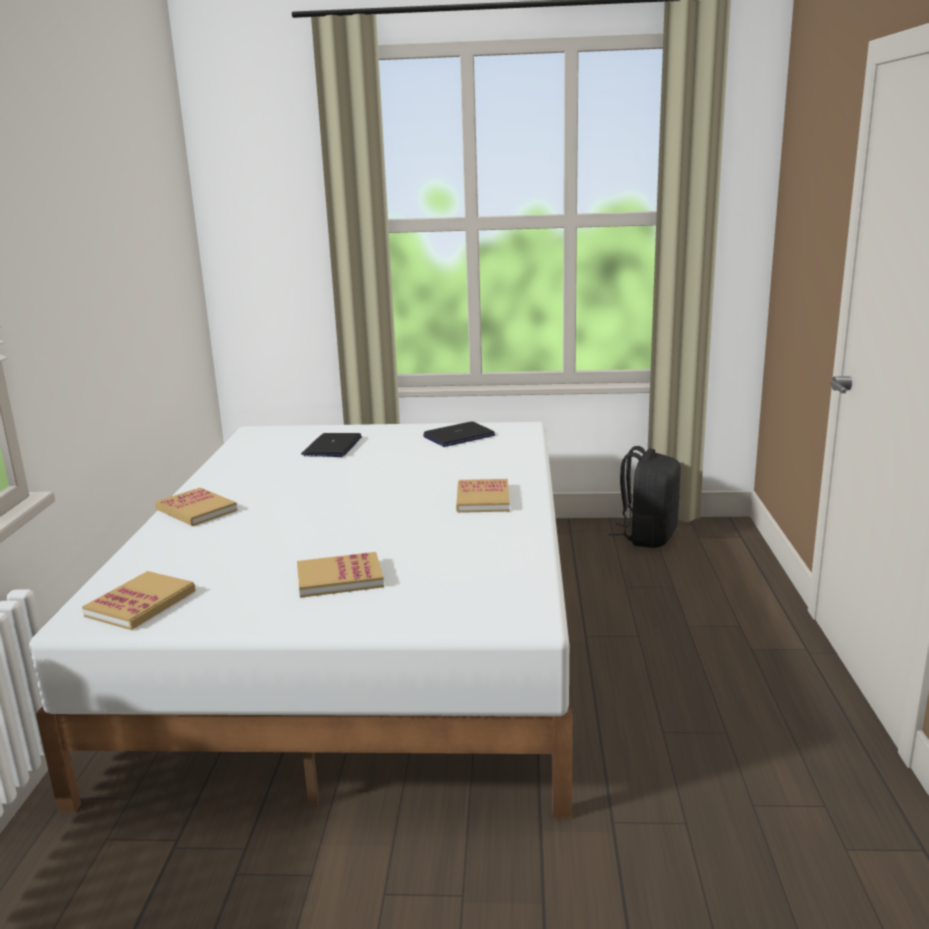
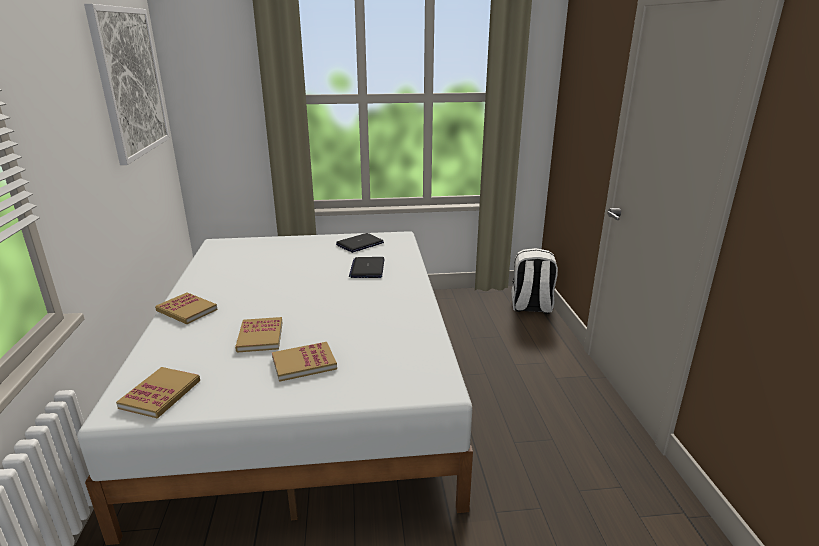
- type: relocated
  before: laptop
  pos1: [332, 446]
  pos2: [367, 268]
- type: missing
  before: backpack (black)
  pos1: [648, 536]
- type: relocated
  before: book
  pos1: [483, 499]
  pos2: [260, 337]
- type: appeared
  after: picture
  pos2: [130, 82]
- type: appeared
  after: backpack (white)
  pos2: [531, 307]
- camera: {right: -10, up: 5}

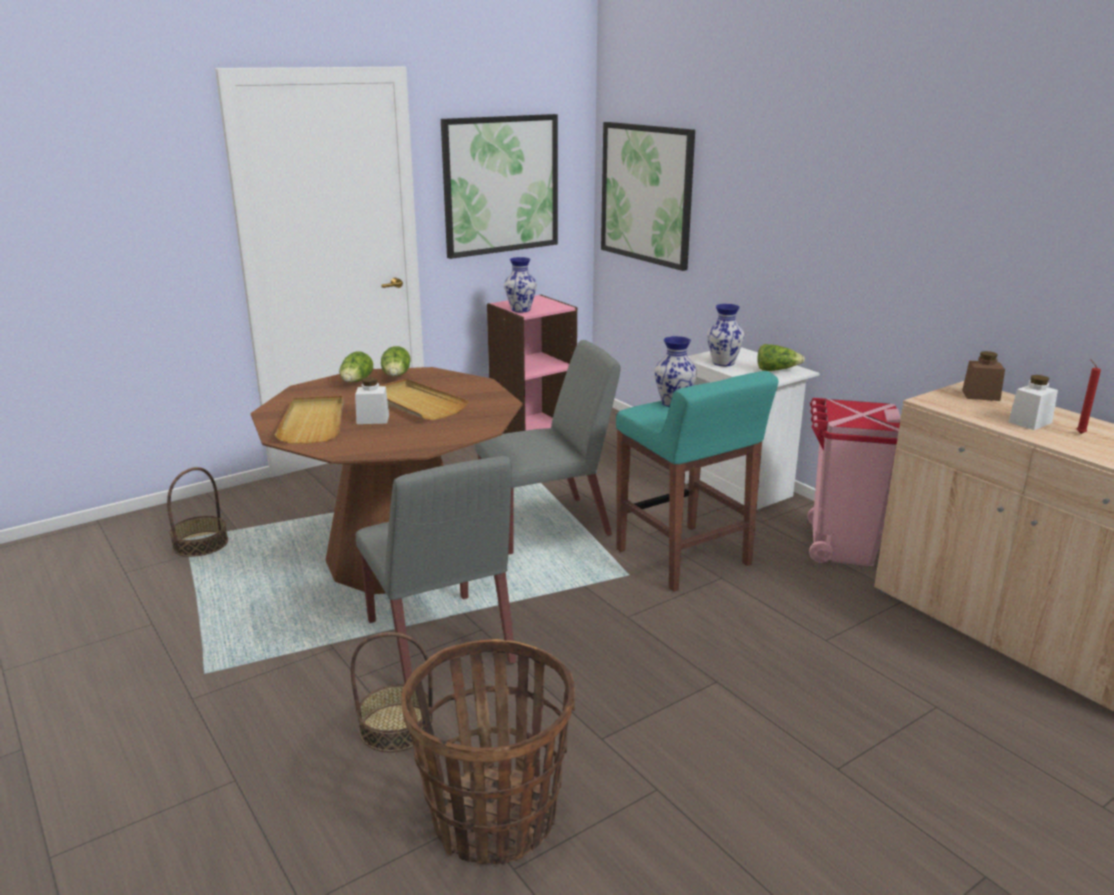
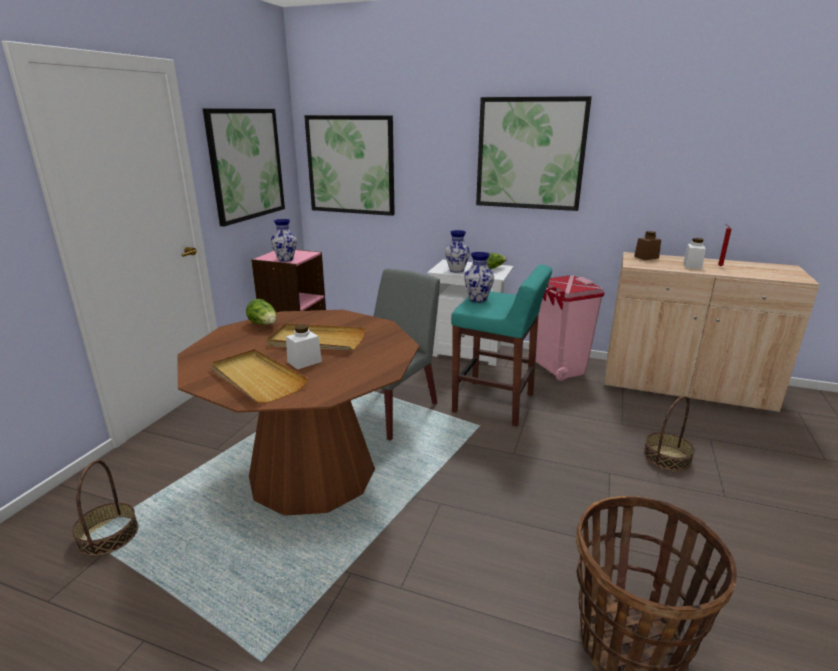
- type: missing
  before: lettuce
  pos1: [356, 382]
- type: missing
  before: chair (grey)
  pos1: [440, 643]
- type: relocated
  before: basket
  pos1: [396, 727]
  pos2: [667, 457]
- type: appeared
  after: picture
  pos2: [530, 154]
- camera: {right: -35, up: 0}

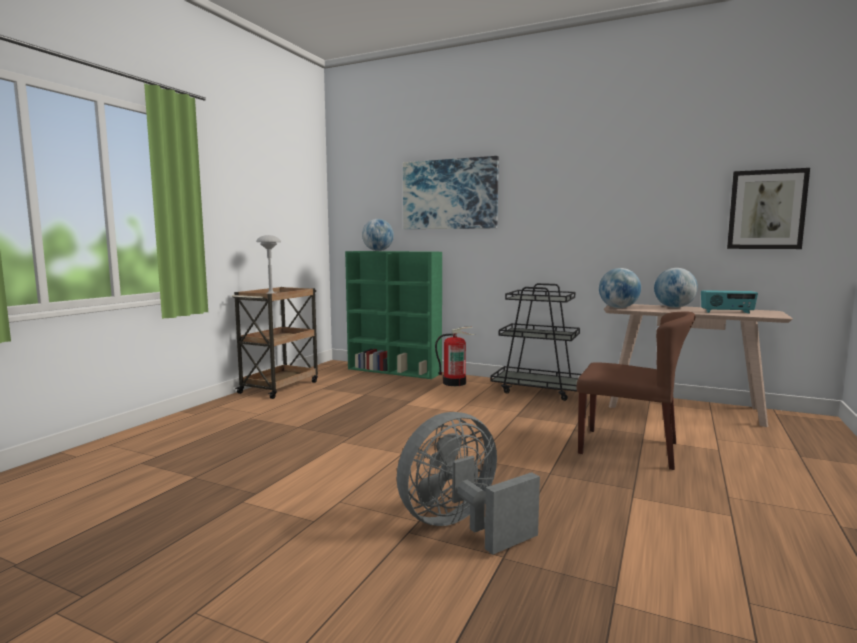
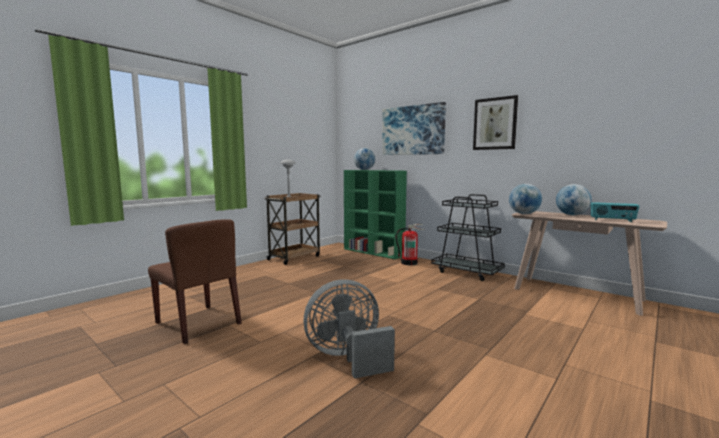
- type: relocated
  before: picture
  pos1: [766, 209]
  pos2: [495, 124]
- type: relocated
  before: chair (brown)
  pos1: [629, 448]
  pos2: [198, 323]
- camera: {right: 15, up: 0}

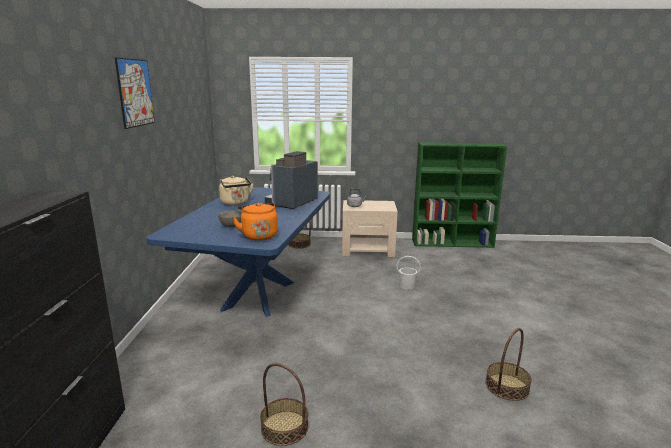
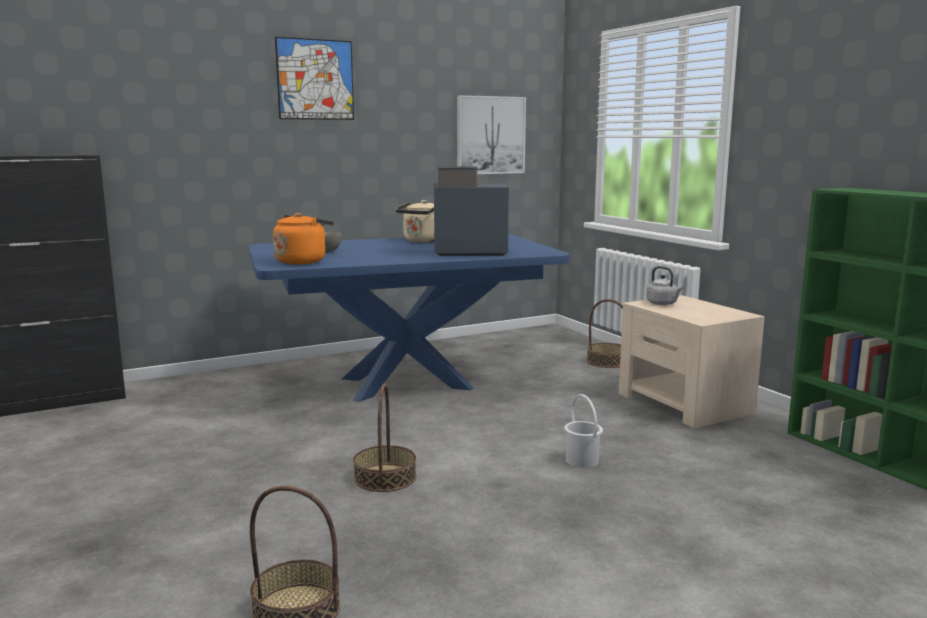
- type: relocated
  before: basket
  pos1: [284, 427]
  pos2: [385, 477]
- type: appeared
  after: picture
  pos2: [490, 135]
- camera: {right: 60, up: -5}

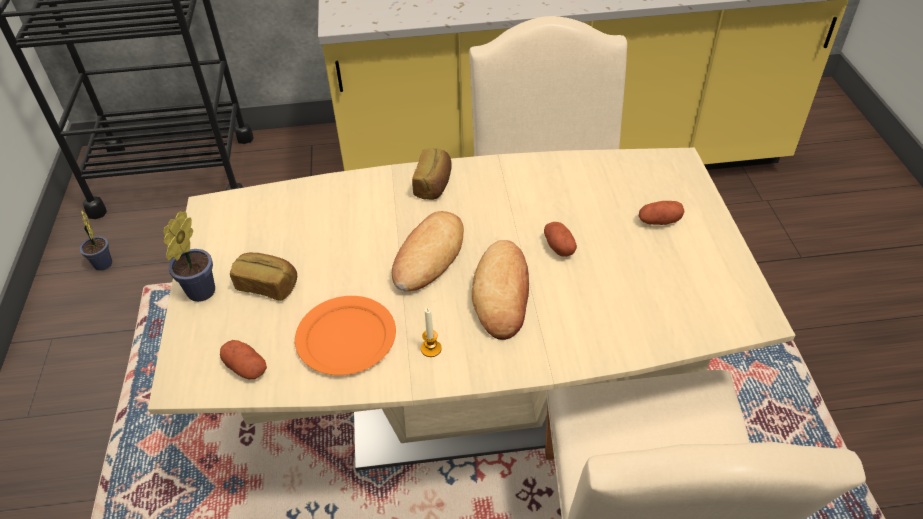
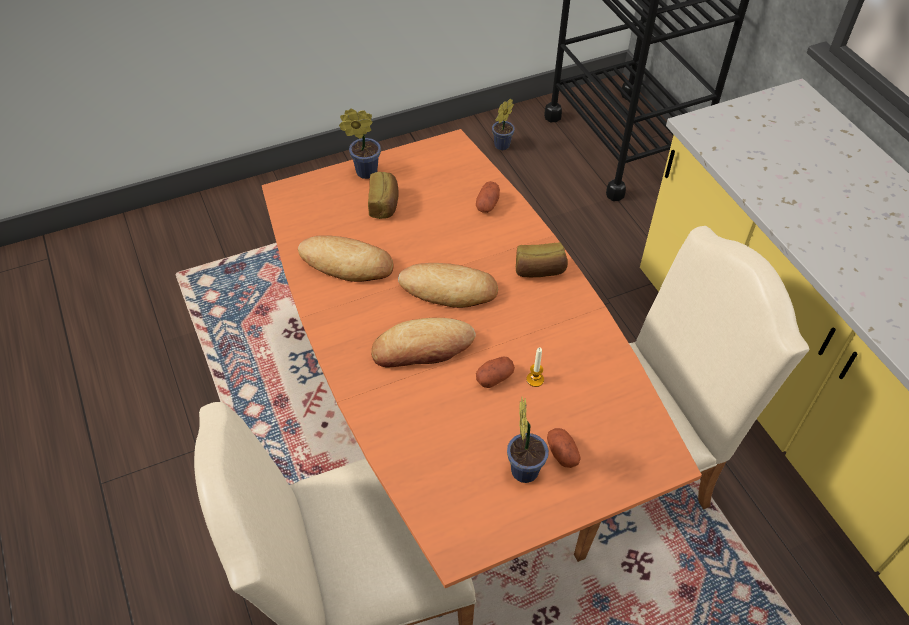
- type: colour
  before: dining table (beige)
  after: dining table (orange)
  pos1: [467, 408]
  pos2: [452, 437]
- type: exchanged
  before: plate (orange)
  after: bread
  pos1: [345, 338]
  pos2: [346, 263]
- type: relocated
  before: candle
  pos1: [431, 349]
  pos2: [535, 379]
- type: relocated
  before: potato
  pos1: [246, 367]
  pos2: [487, 204]
- type: appeared
  after: potted plant
  pos2: [524, 467]
- camera: {right: 70, up: 5}

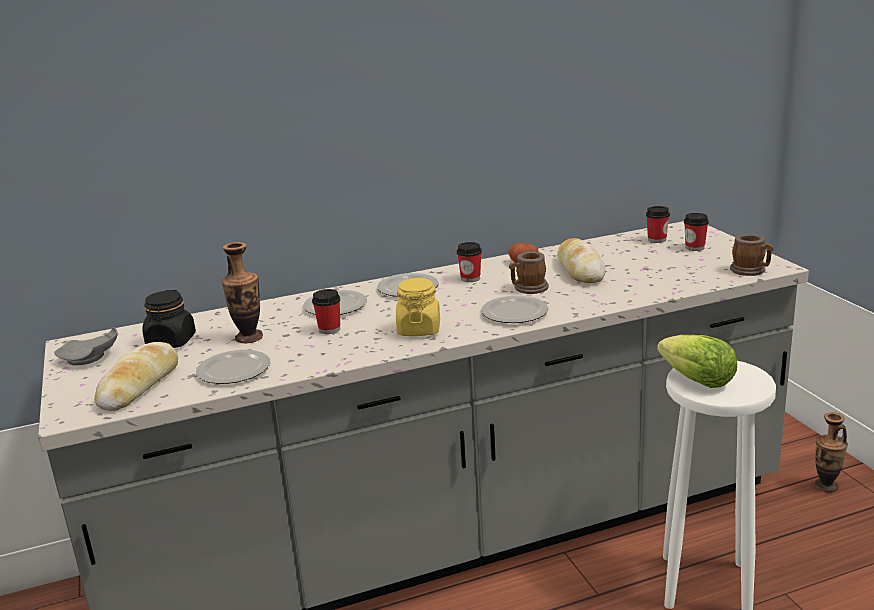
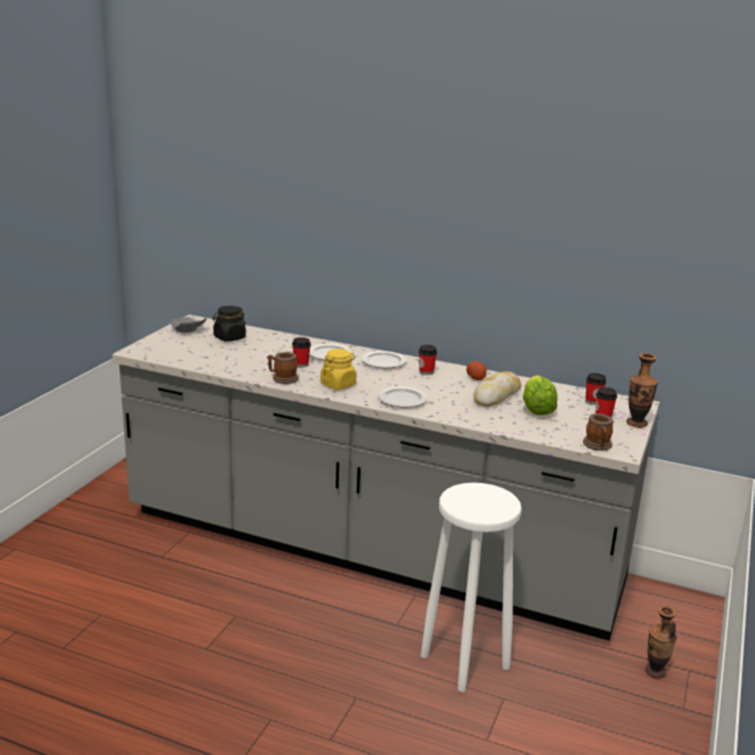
- type: relocated
  before: vase
  pos1: [249, 338]
  pos2: [636, 423]
- type: relocated
  before: mug
  pos1: [528, 289]
  pos2: [282, 379]
- type: relocated
  before: lettuce
  pos1: [697, 381]
  pos2: [536, 409]
- type: missing
  before: bread
  pos1: [139, 385]
- type: missing
  before: plate
  pos1: [235, 370]
- camera: {right: 40, up: 0}

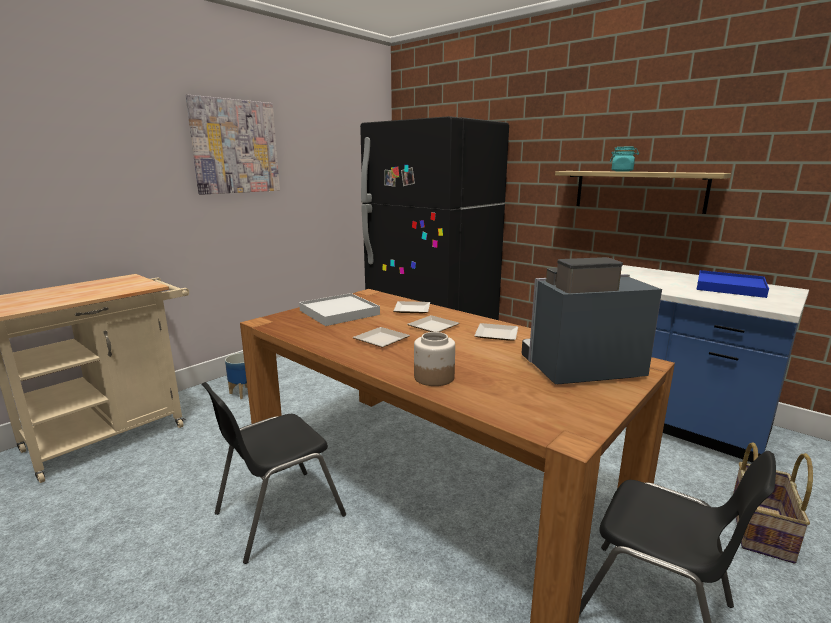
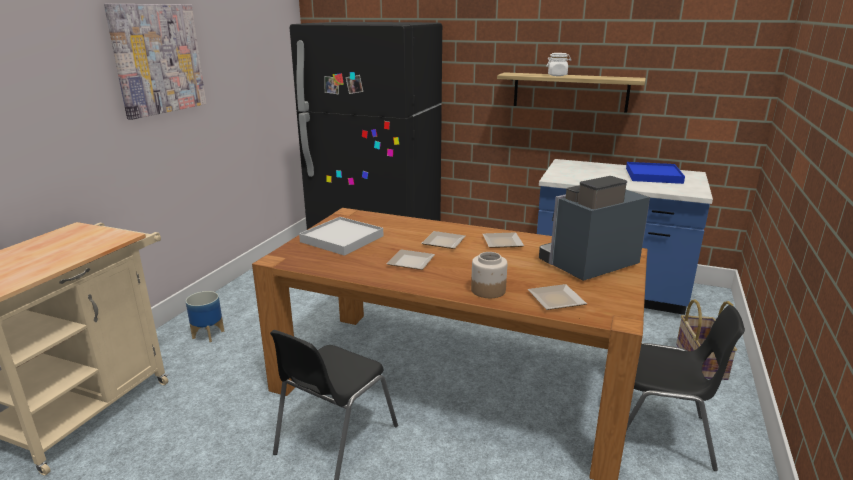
- type: colour
  before: jar (turquoise)
  after: jar (white)
  pos1: [622, 171]
  pos2: [557, 75]
- type: relocated
  before: plate
  pos1: [411, 309]
  pos2: [554, 299]
- camera: {right: -20, up: 5}

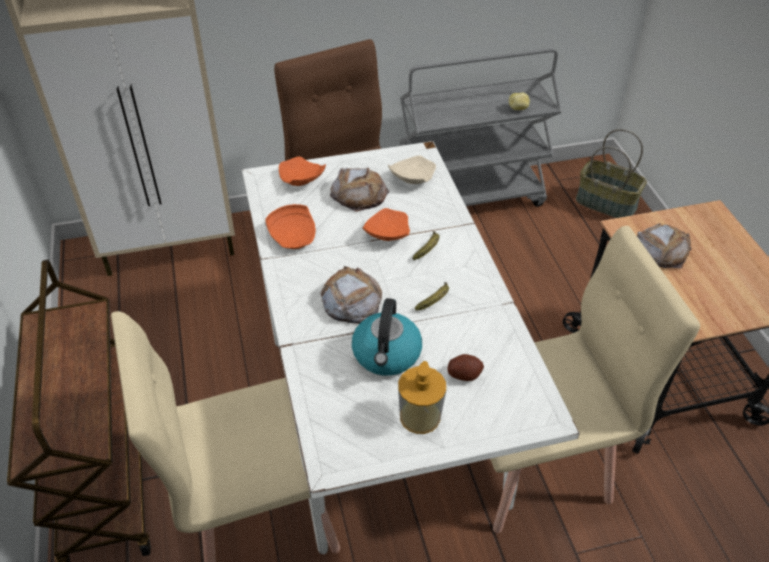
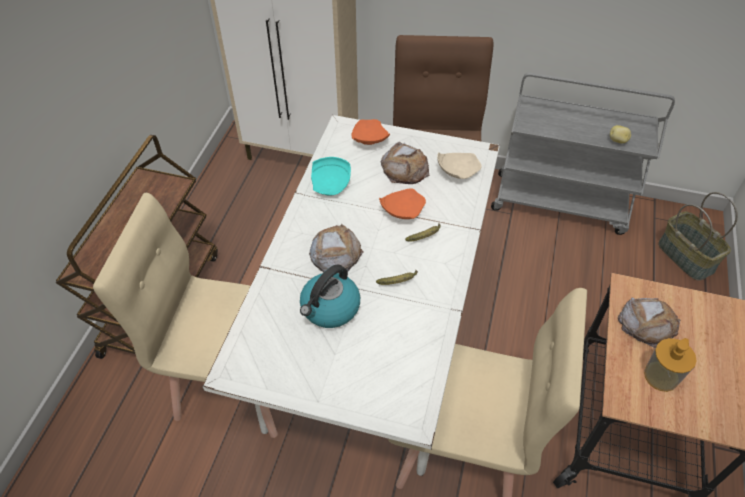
- type: colour
  before: plate (orange)
  after: plate (turquoise)
  pos1: [294, 236]
  pos2: [331, 184]
- type: missing
  before: potato
  pos1: [464, 374]
- type: relocated
  before: soap dispenser
  pos1: [420, 416]
  pos2: [661, 376]
- camera: {right: 30, up: 5}

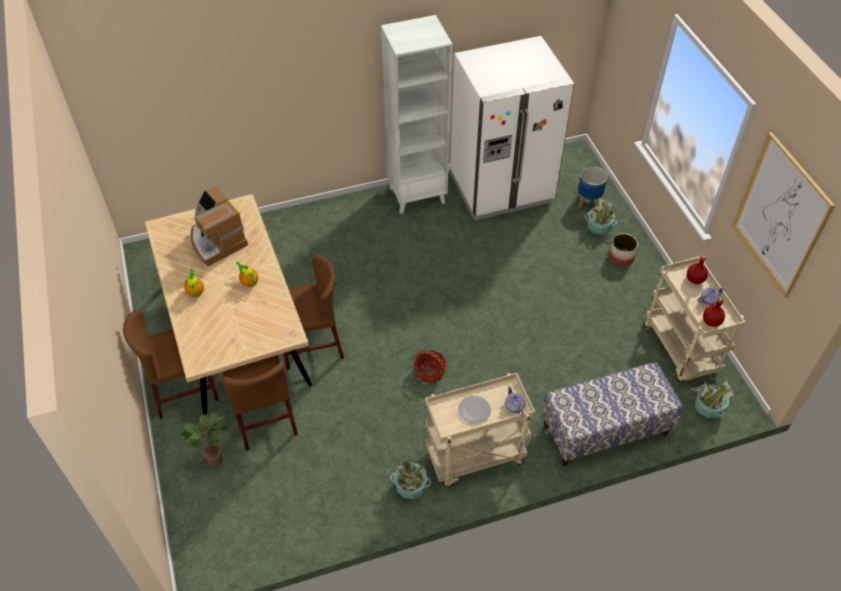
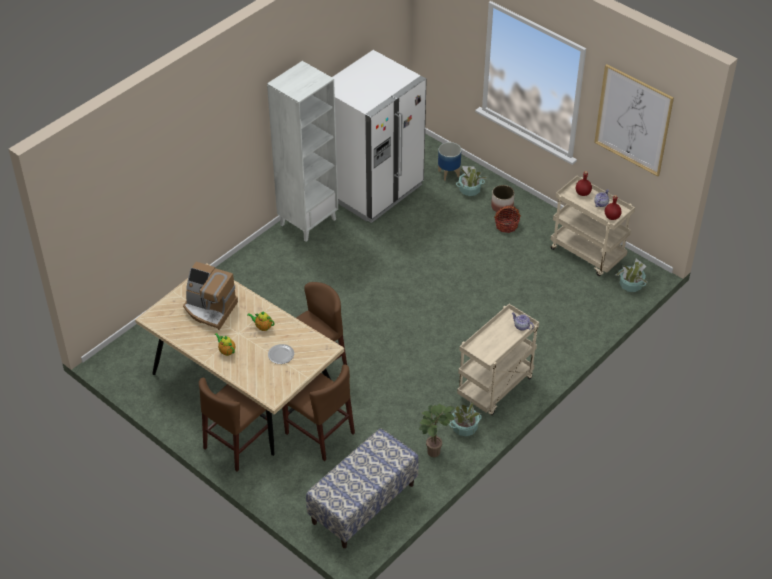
- type: relocated
  before: basket
  pos1: [430, 371]
  pos2: [506, 225]
- type: relocated
  before: bench
  pos1: [605, 430]
  pos2: [363, 504]
- type: relocated
  before: plate
  pos1: [474, 410]
  pos2: [281, 354]
- type: relocated
  before: potted plant
  pos1: [217, 458]
  pos2: [434, 450]
- camera: {right: -30, up: -5}

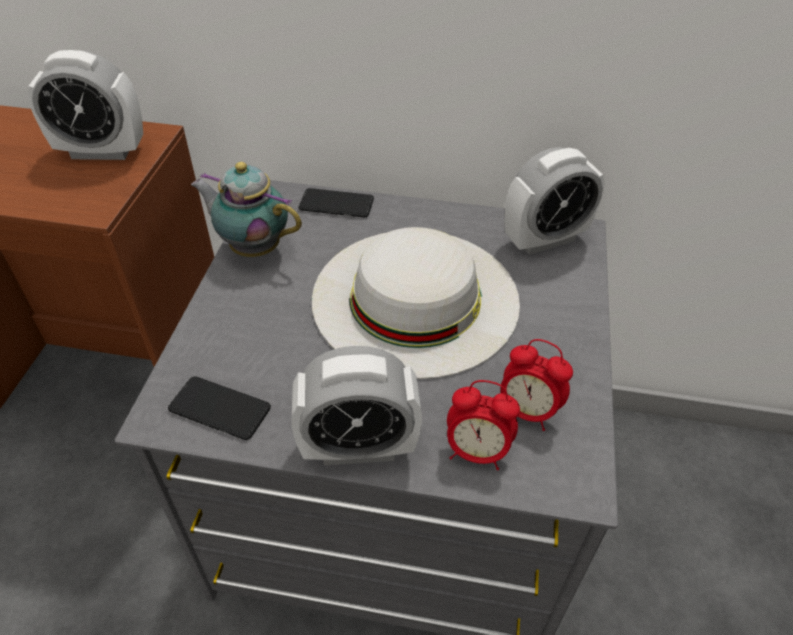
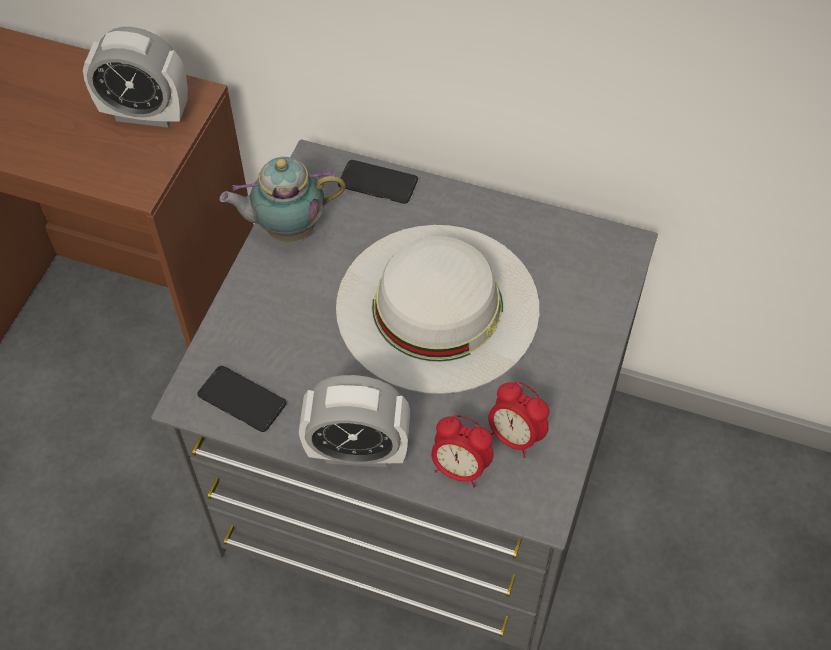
- type: missing
  before: alarm clock
  pos1: [545, 239]
- type: spun
  before: teapot
  pos1: [253, 248]
  pos2: [287, 229]
  turn: -45
- camera: {right: 10, up: 10}

